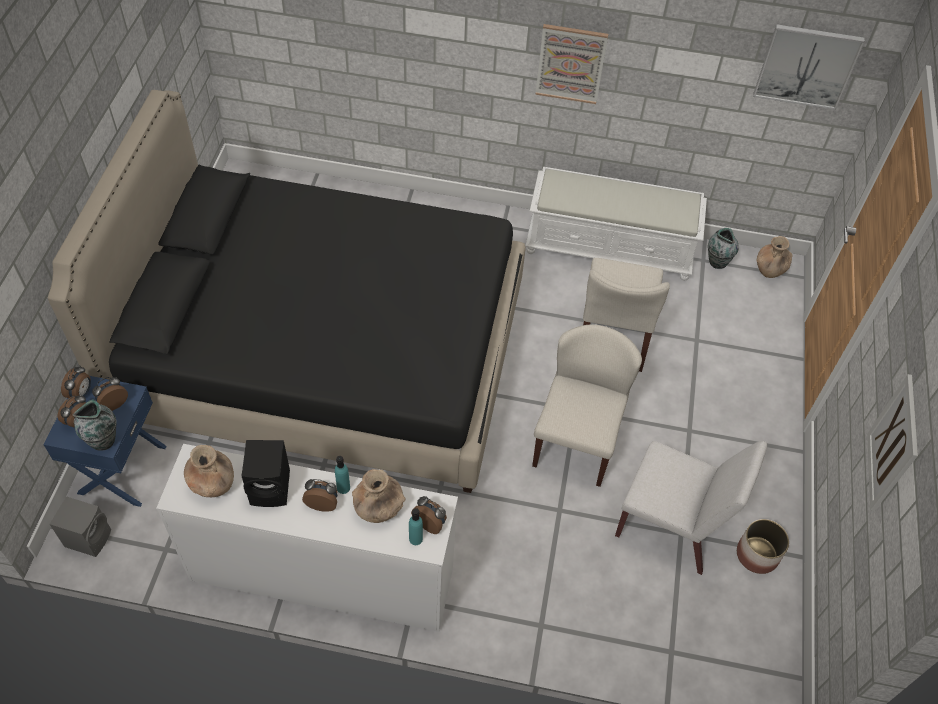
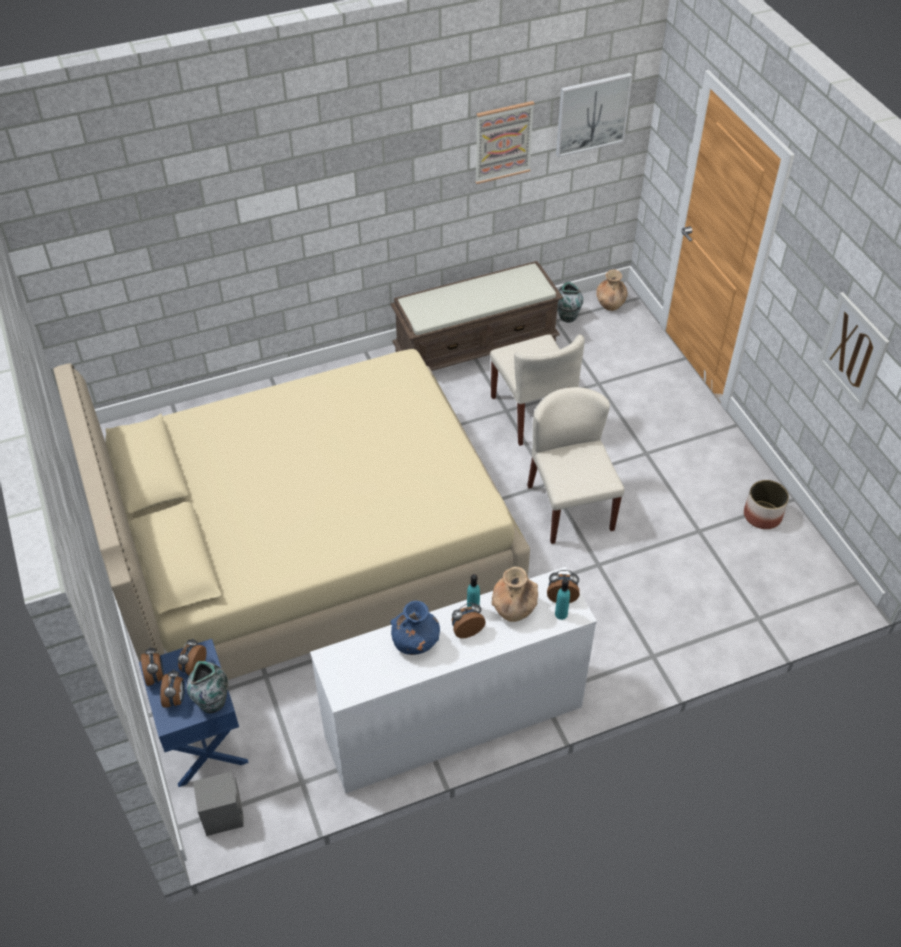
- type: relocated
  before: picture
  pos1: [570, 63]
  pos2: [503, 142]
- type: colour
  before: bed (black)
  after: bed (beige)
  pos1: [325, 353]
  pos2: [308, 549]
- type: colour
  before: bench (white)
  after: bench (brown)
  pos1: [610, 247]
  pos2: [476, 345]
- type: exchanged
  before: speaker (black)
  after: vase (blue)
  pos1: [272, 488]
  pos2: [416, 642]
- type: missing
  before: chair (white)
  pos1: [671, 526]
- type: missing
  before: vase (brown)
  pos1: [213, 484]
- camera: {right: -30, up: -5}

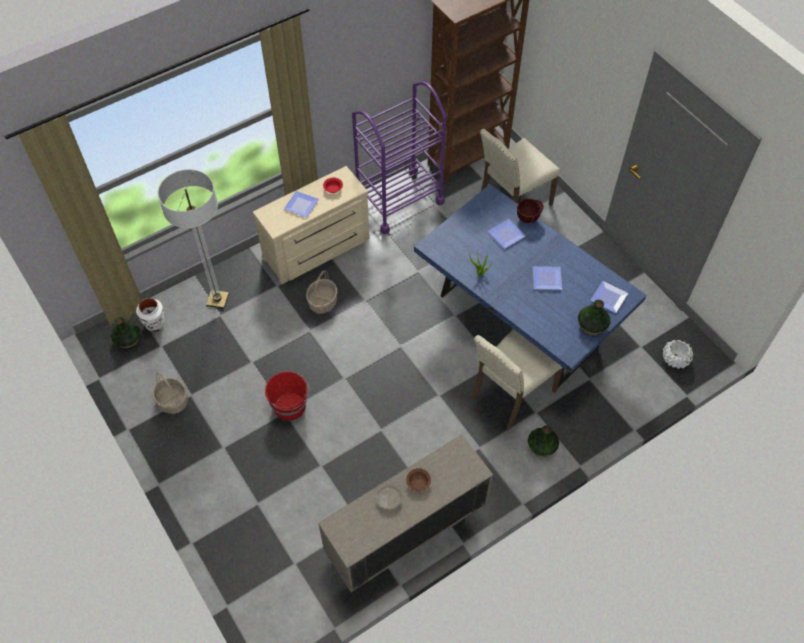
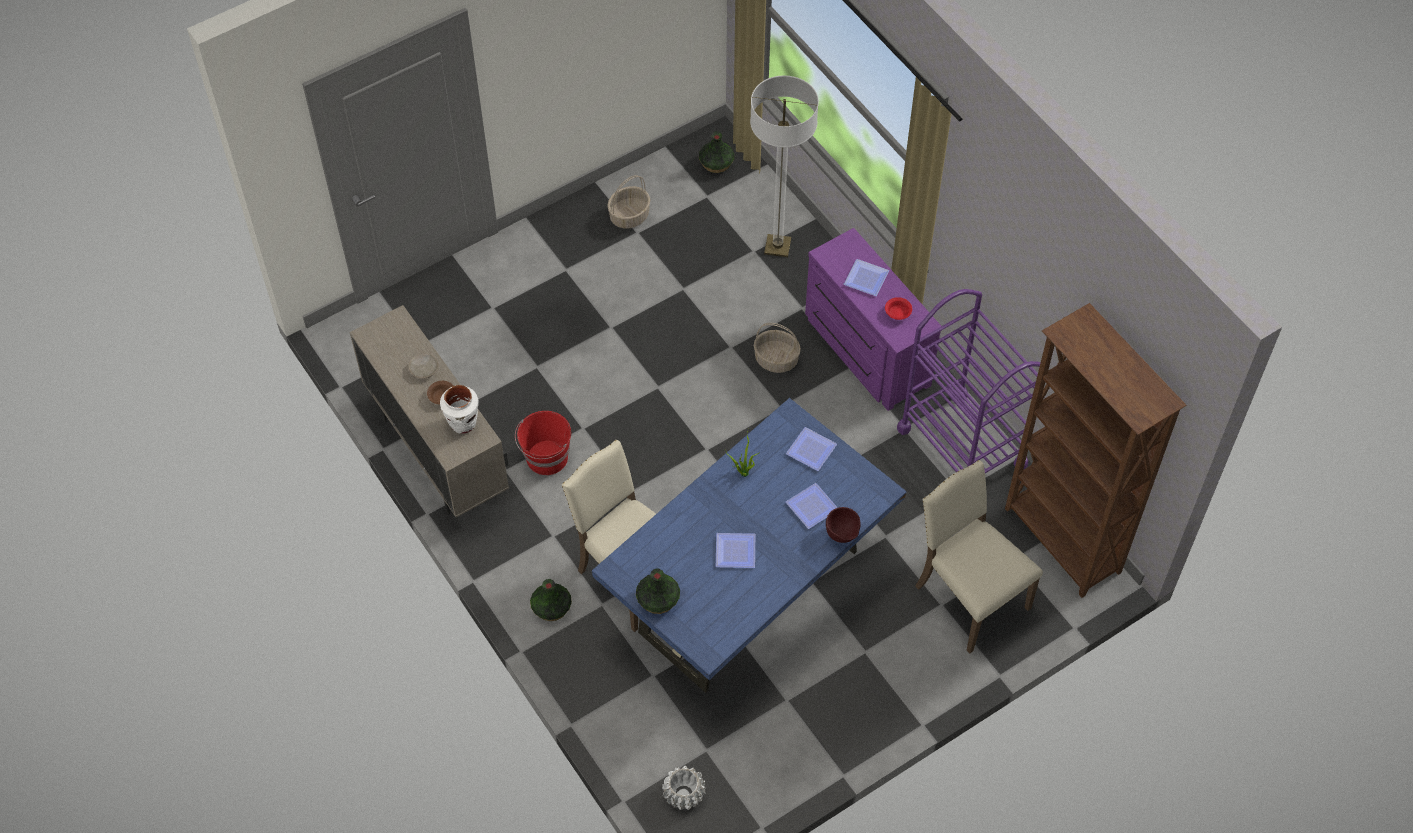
- type: colour
  before: dresser (beige)
  after: dresser (purple)
  pos1: [318, 250]
  pos2: [864, 351]
- type: relocated
  before: plate
  pos1: [610, 297]
  pos2: [811, 452]
- type: relocated
  before: vase (white)
  pos1: [155, 324]
  pos2: [463, 423]
- type: relocated
  before: bucket (red)
  pos1: [290, 406]
  pos2: [546, 458]
- camera: {right: 90, up: 0}

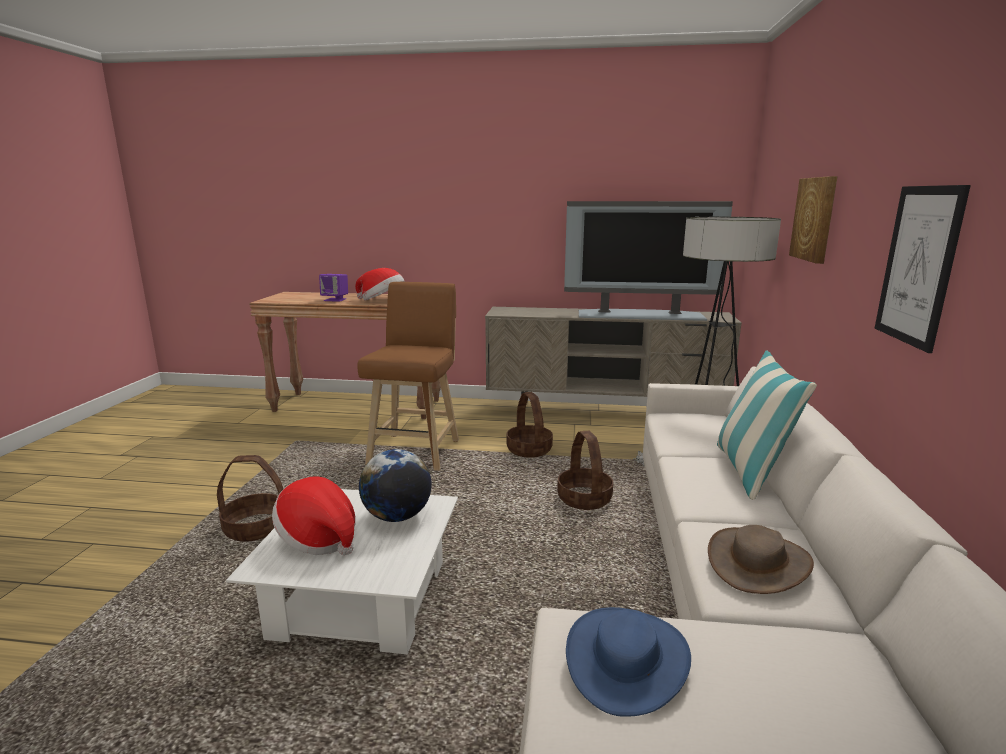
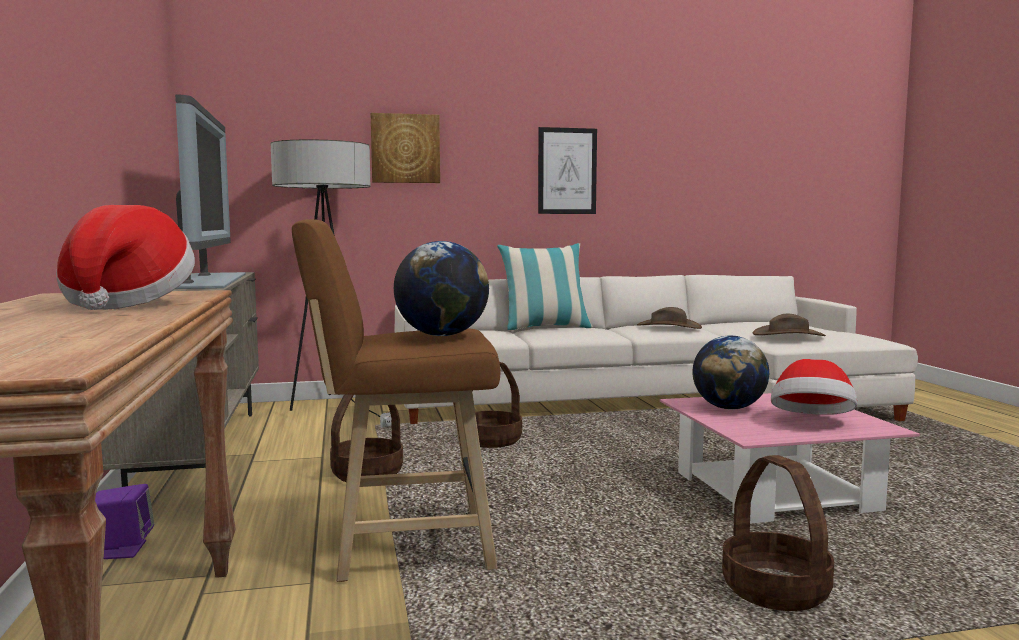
- type: relocated
  before: speaker (purple)
  pos1: [335, 300]
  pos2: [121, 550]
- type: colour
  before: coffee table (white)
  after: coffee table (pink)
  pos1: [361, 599]
  pos2: [774, 492]
- type: colour
  before: hat (blue)
  after: hat (brown)
  pos1: [627, 659]
  pos2: [788, 335]
- type: appeared
  after: globe
  pos2: [442, 335]
- camera: {right: -110, up: -10}

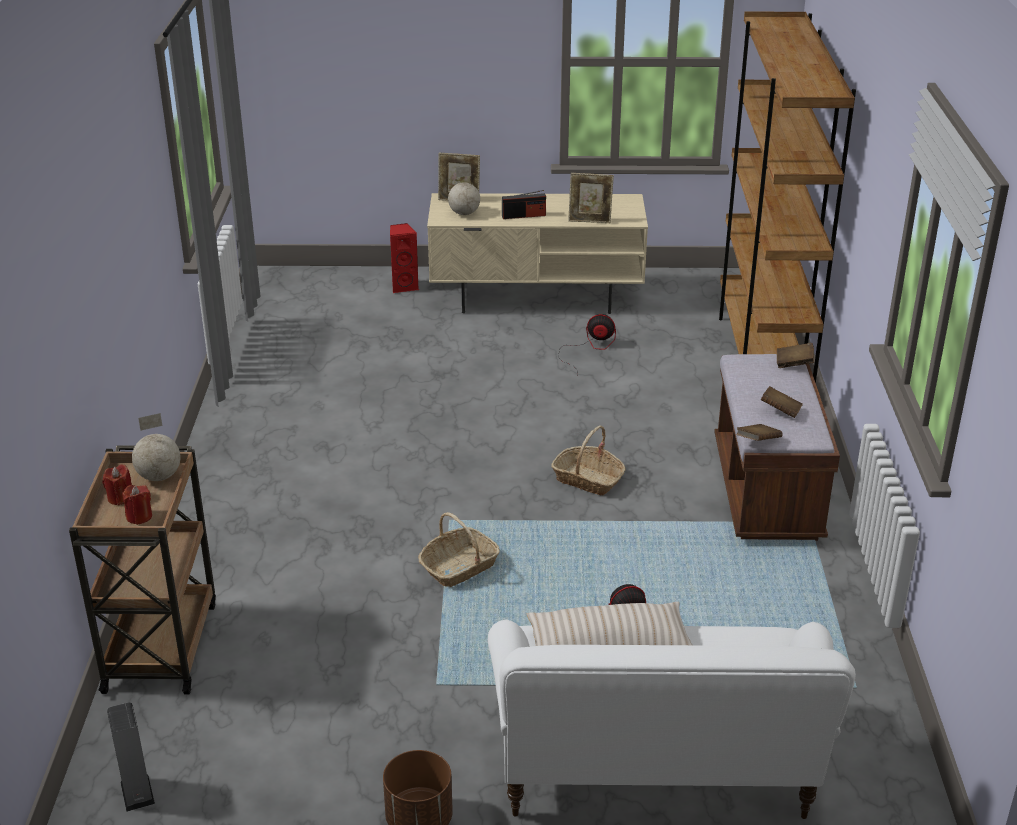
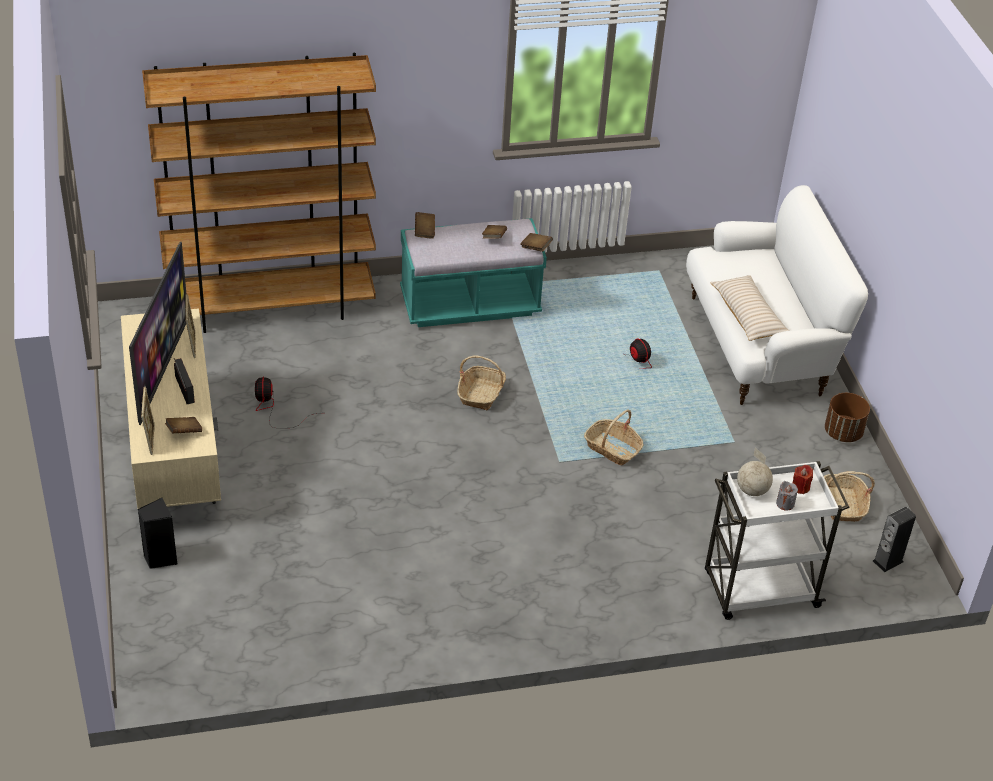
- type: exchanged
  before: globe
  after: book (brown)
  pos1: [464, 213]
  pos2: [184, 431]
- type: colour
  before: speaker (red)
  after: speaker (black)
  pos1: [404, 286]
  pos2: [160, 558]
- type: colour
  before: bench (brown)
  after: bench (turquoise)
  pos1: [766, 492]
  pos2: [470, 304]
- type: colour
  before: cart (brown)
  after: cart (white)
  pos1: [161, 645]
  pos2: [759, 590]
- type: colour
  before: candle (red)
  after: candle (grey)
  pos1: [120, 498]
  pos2: [785, 503]
- type: appeared
  after: television
  pos2: [162, 369]
- type: appeared
  after: basket
  pos2: [843, 504]
- camera: {right: -105, up: 10}

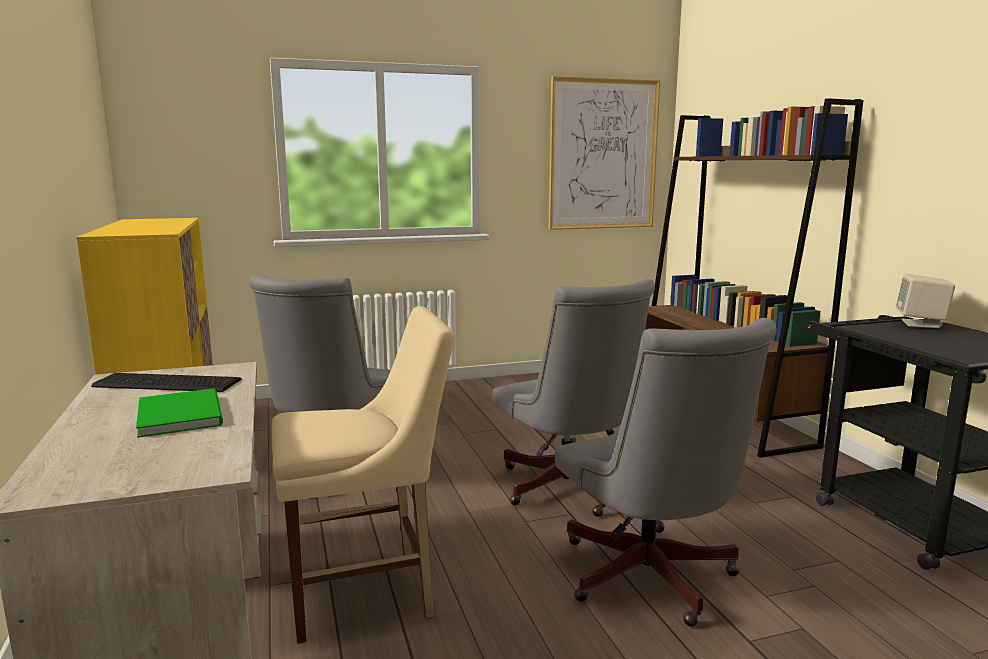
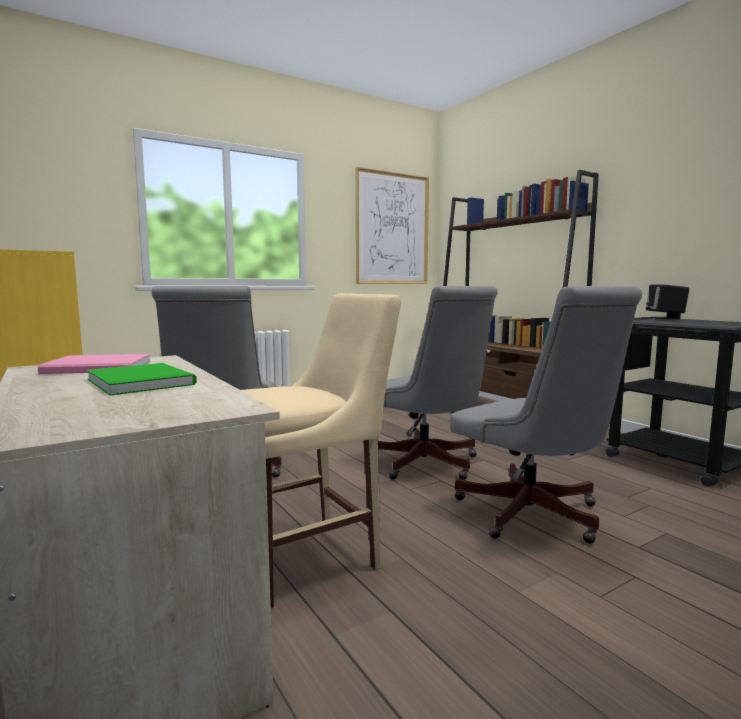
- type: colour
  before: speaker (beige)
  after: speaker (black)
  pos1: [921, 324]
  pos2: [665, 318]
- type: exchanged
  before: keyboard
  after: book (pink)
  pos1: [168, 384]
  pos2: [101, 368]
- camera: {right: -15, up: -5}

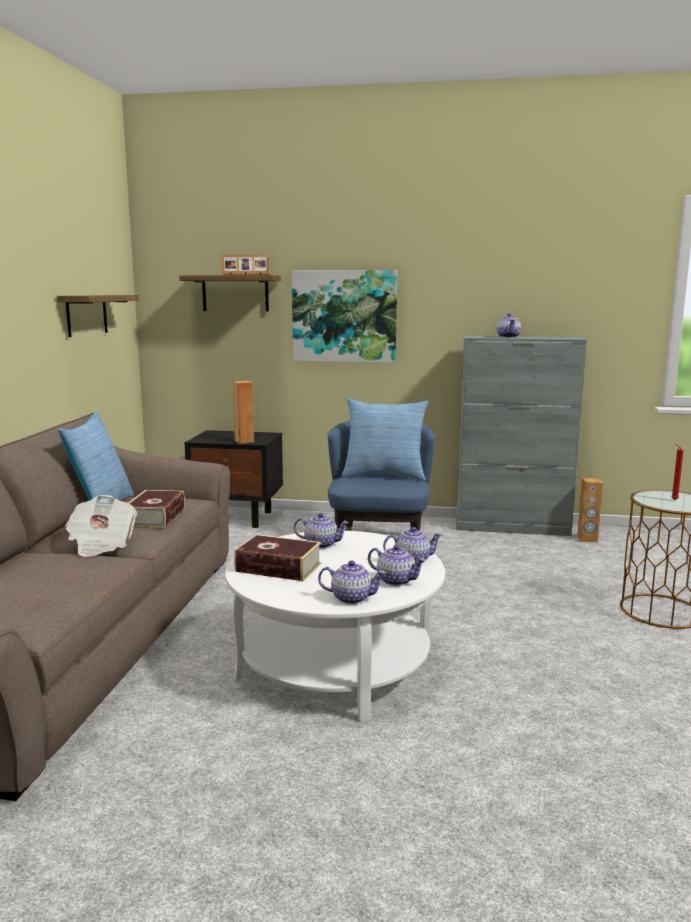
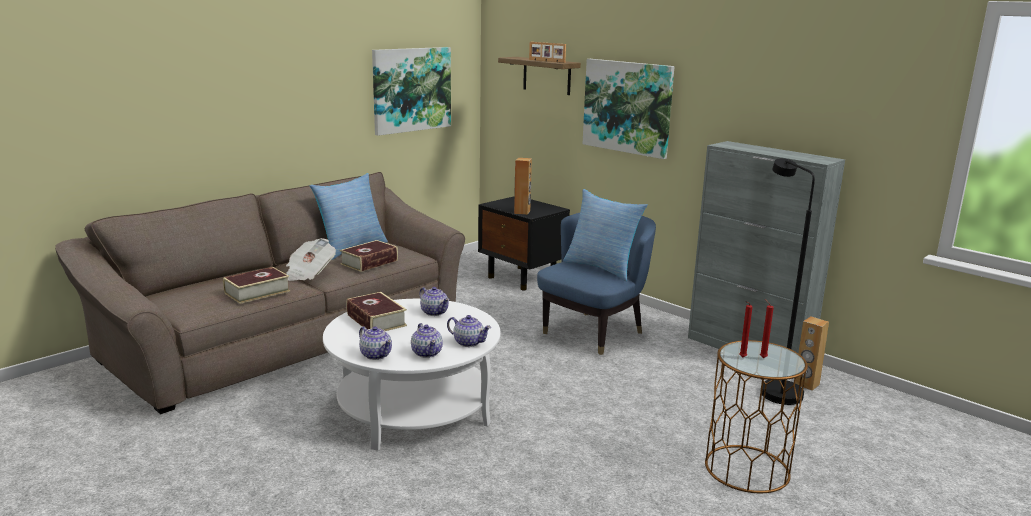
- type: exchanged
  before: shelf
  after: picture
  pos1: [86, 315]
  pos2: [411, 89]
- type: missing
  before: teapot
  pos1: [508, 337]
- type: appeared
  after: floor lamp (black)
  pos2: [774, 389]
- type: appeared
  after: book
  pos2: [257, 292]
- type: appeared
  after: candle (red)
  pos2: [741, 357]
- camera: {right: 35, up: 5}

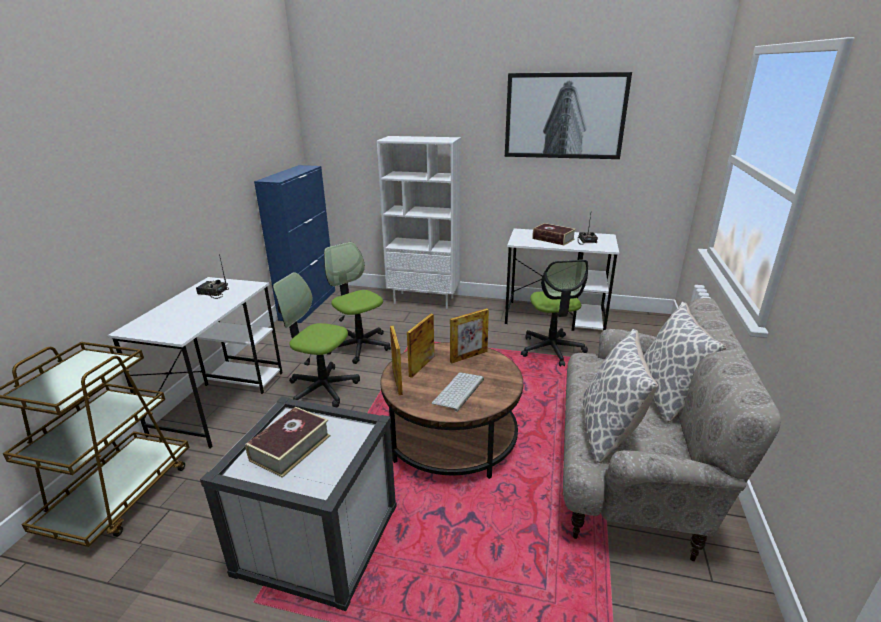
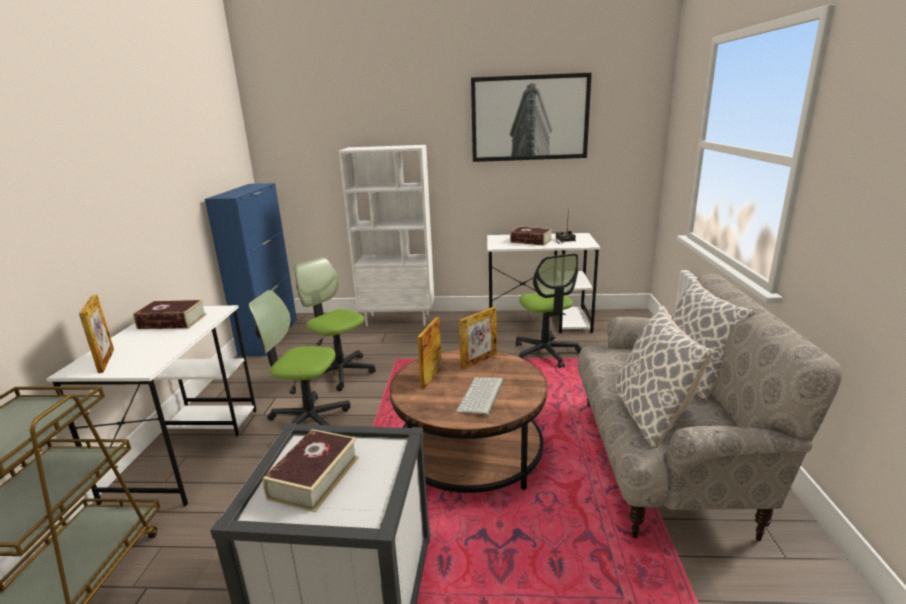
- type: exchanged
  before: radio
  after: book
  pos1: [213, 293]
  pos2: [172, 321]
- type: relocated
  before: picture frame
  pos1: [397, 381]
  pos2: [106, 360]
- camera: {right: -10, up: -5}

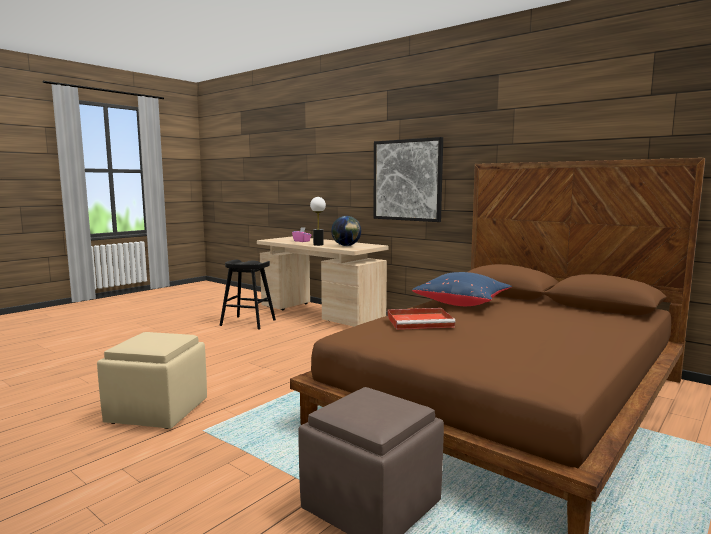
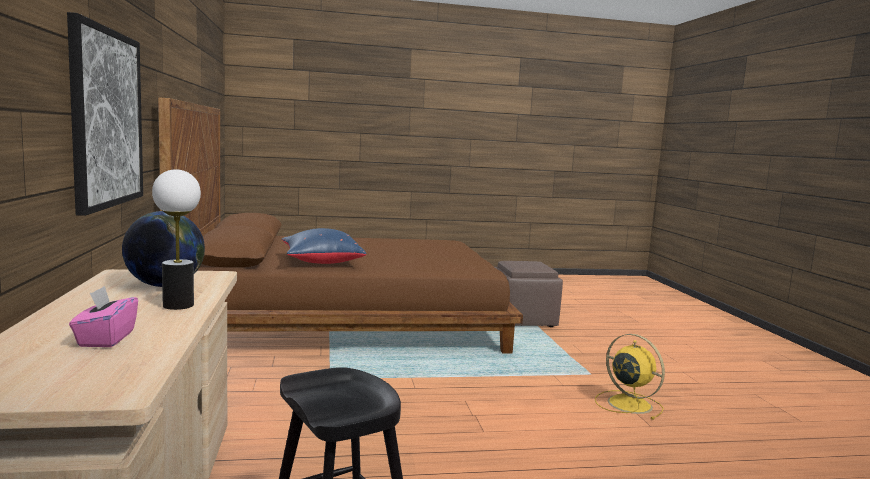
- type: missing
  before: tray (red)
  pos1: [421, 321]
- type: exchanged
  before: ottoman (beige)
  after: fan (yellow)
  pos1: [159, 411]
  pos2: [627, 403]
- camera: {right: -140, up: 0}

